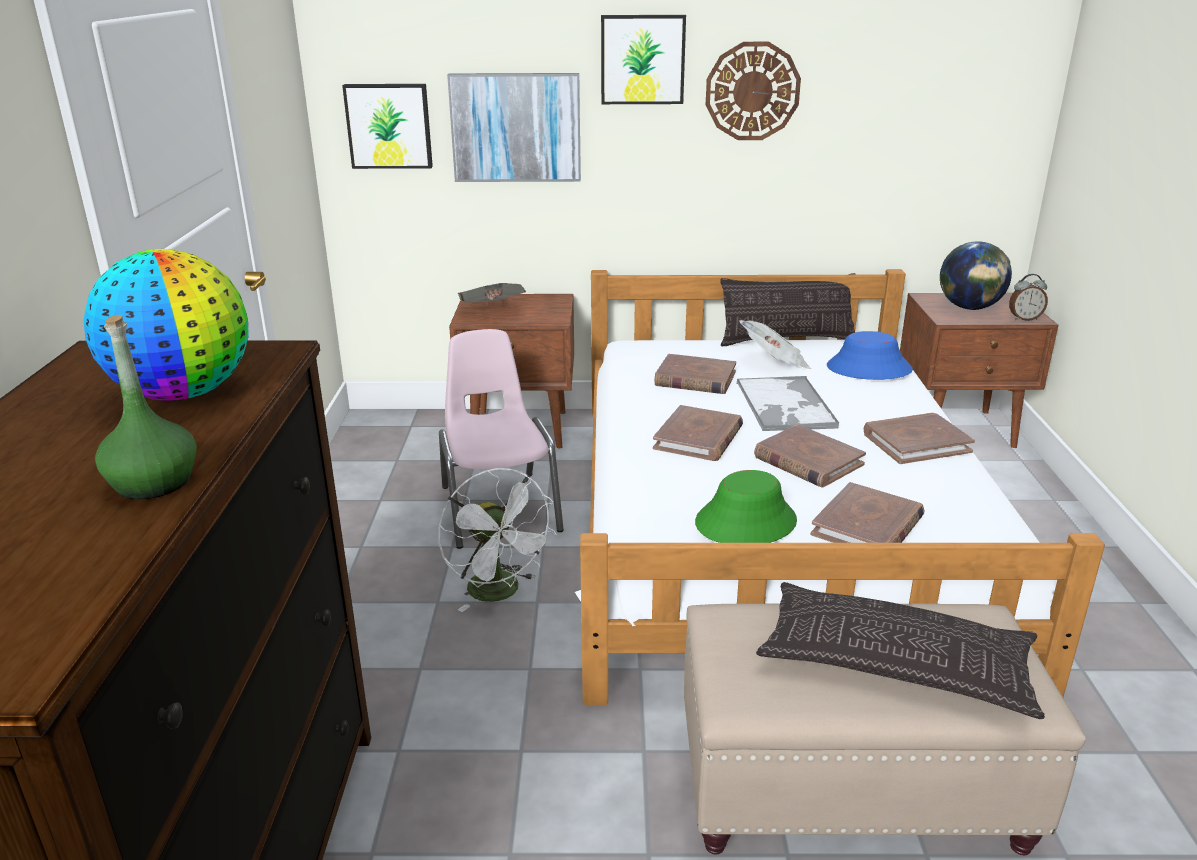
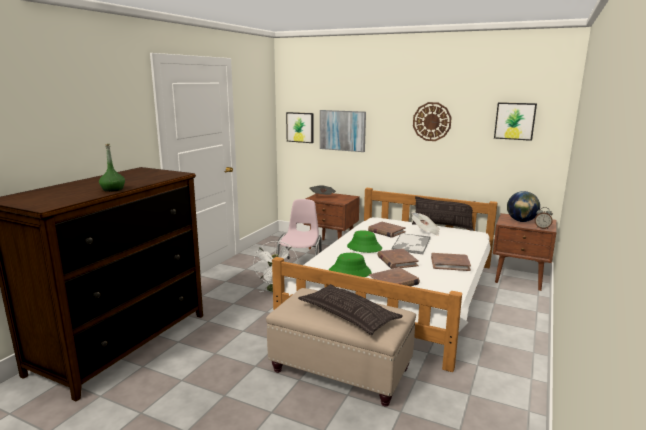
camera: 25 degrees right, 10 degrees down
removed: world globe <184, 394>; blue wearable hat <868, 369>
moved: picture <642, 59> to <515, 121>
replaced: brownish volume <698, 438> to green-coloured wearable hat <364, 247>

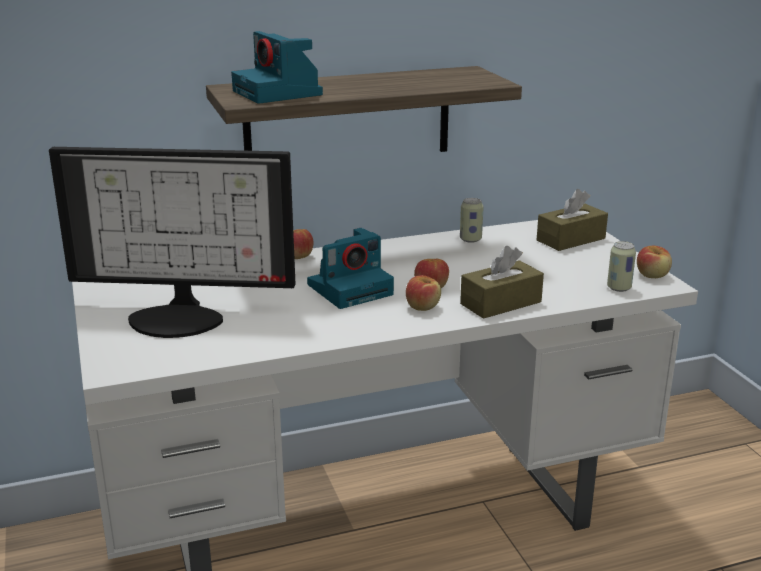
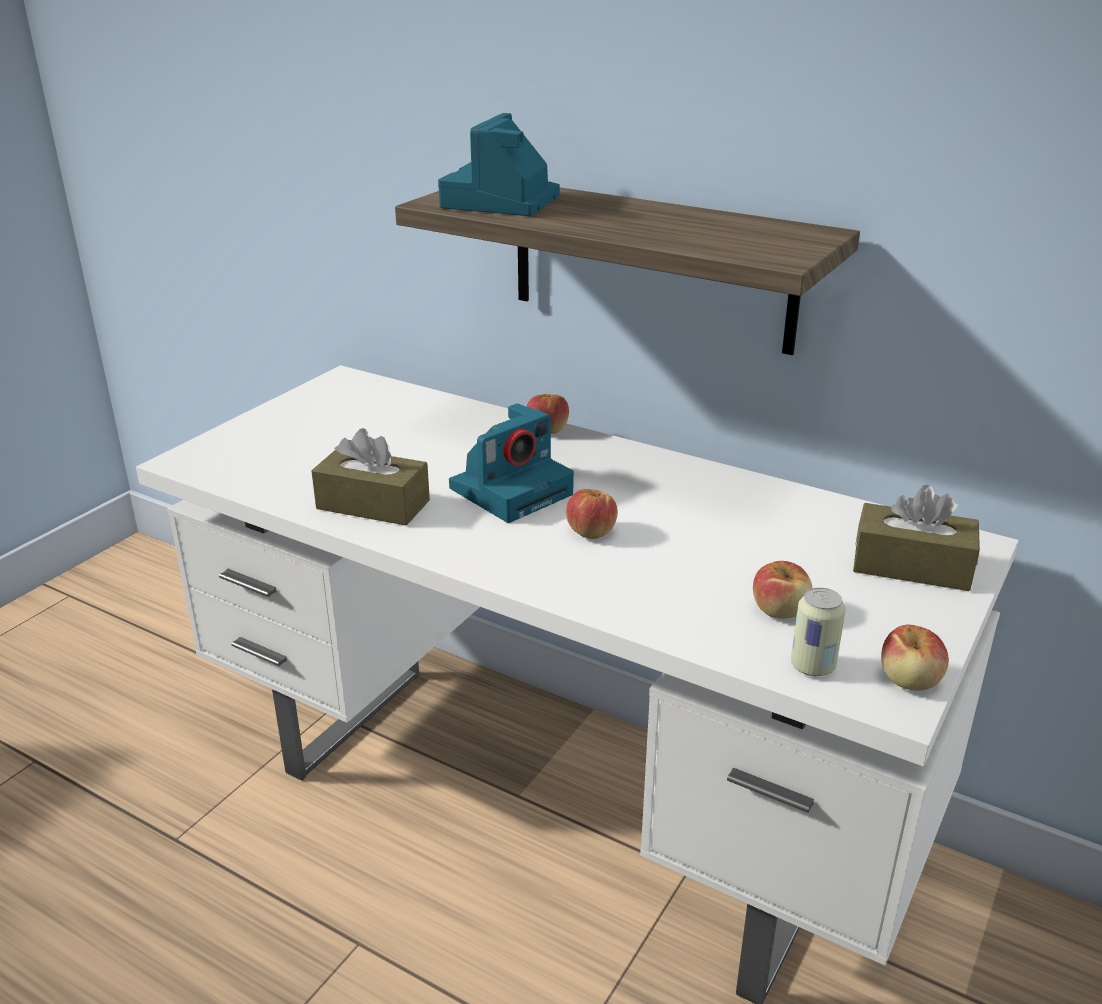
camera: 50 degrees right, 5 degrees up
removed: monitor <179, 316>; sealed can <470, 239>
moved: brownish box of tissues <501, 303> to <373, 505>; apple fruit <423, 306> to <780, 610>
turned: still camera <351, 289> = <512, 490> 60 degrees counterclockwise

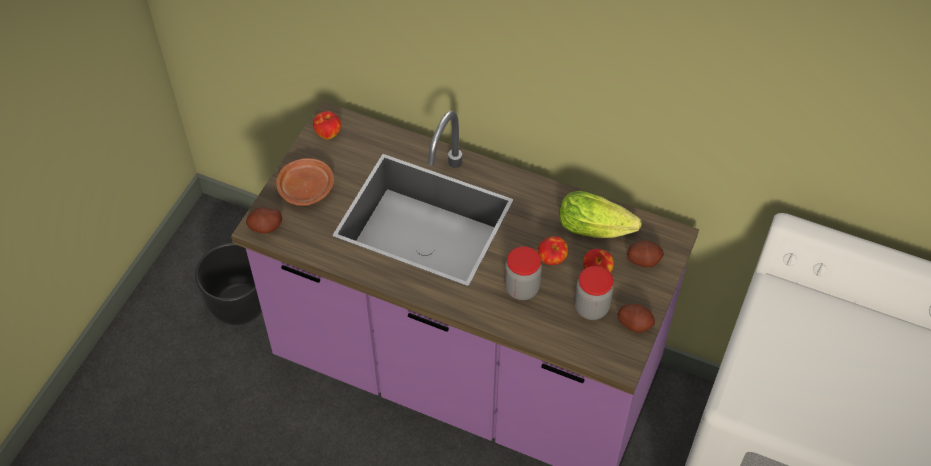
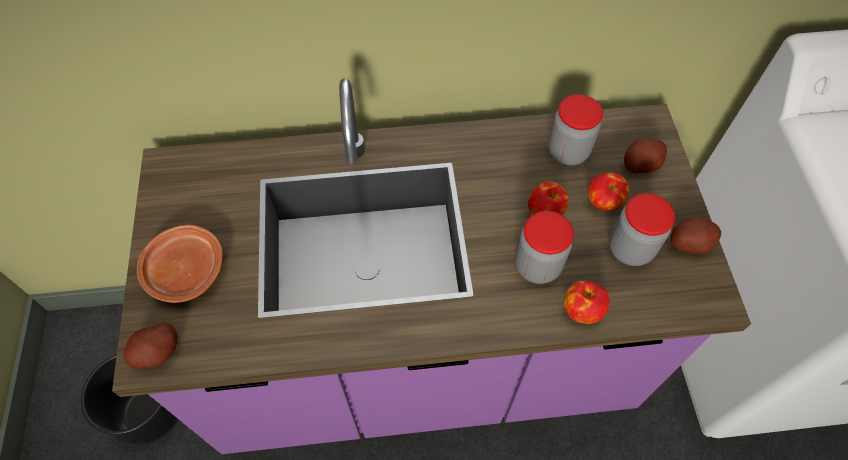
camera: 30 degrees left, 5 degrees up
moved: apple fruit <328, 133> to <581, 310>
replaced: head of lettuce <598, 228> to preserve jar <568, 151>

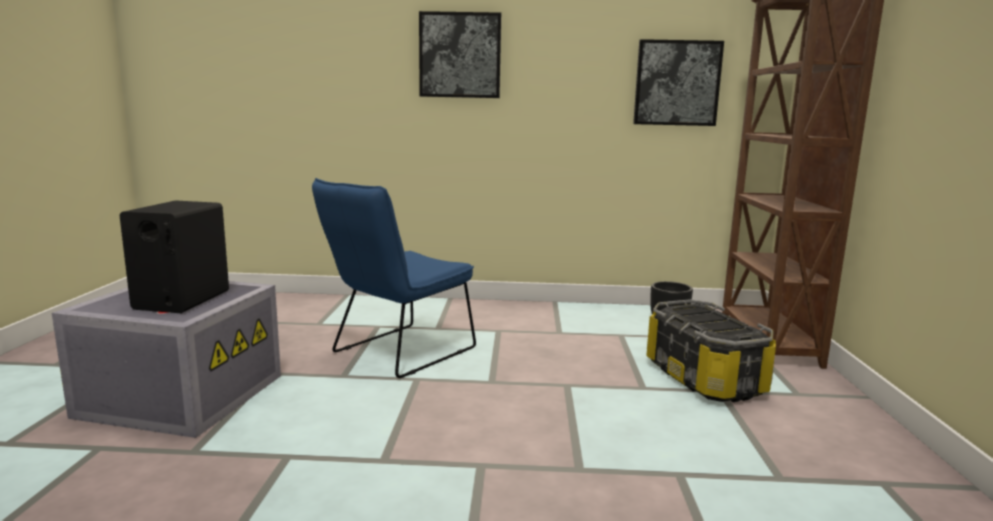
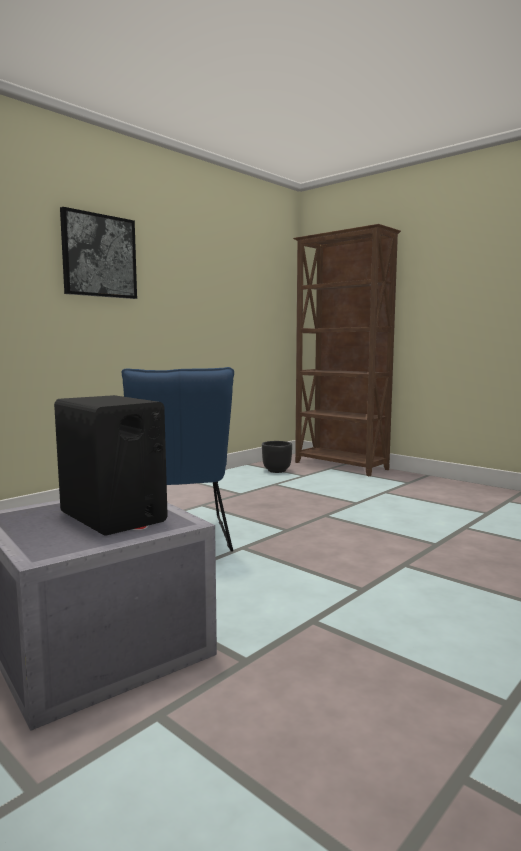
camera: 50 degrees left, 5 degrees down
removed: picture <677, 83>; storage bin <705, 378>

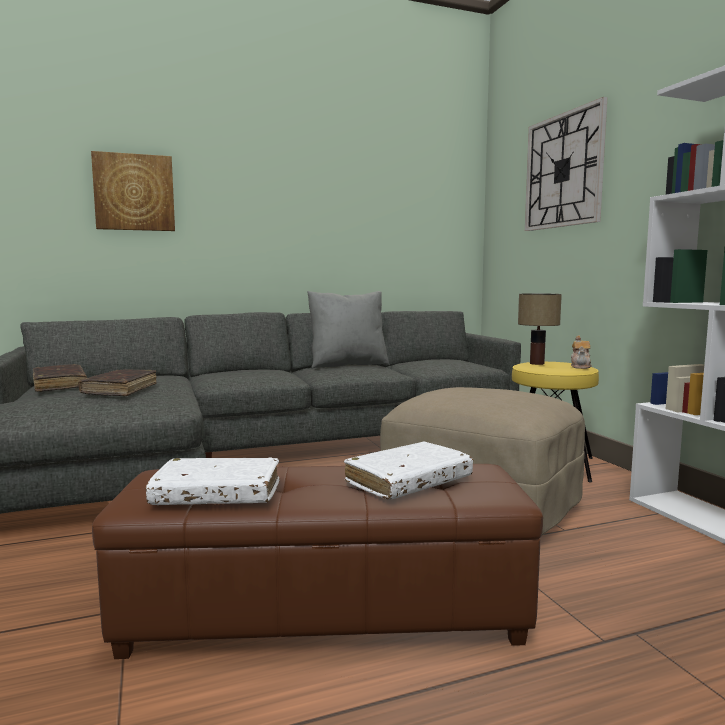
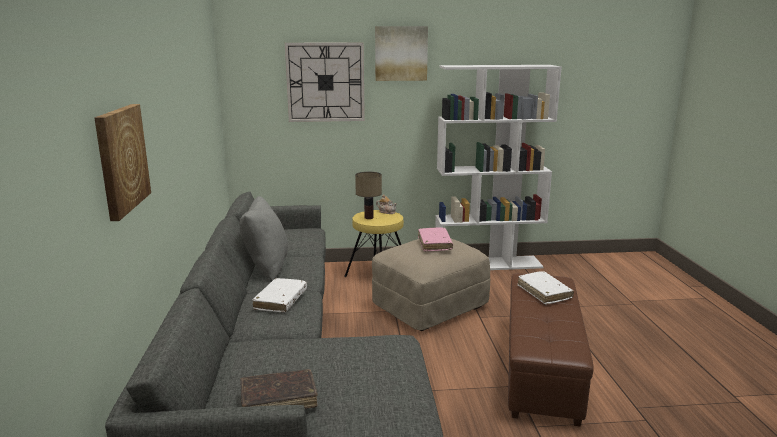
camera: 75 degrees left, 10 degrees up
removed: brownish volume <120, 390>
added: picture <401, 53>; pink volume <434, 244>
moved: whitish volume <217, 495> to <280, 301>

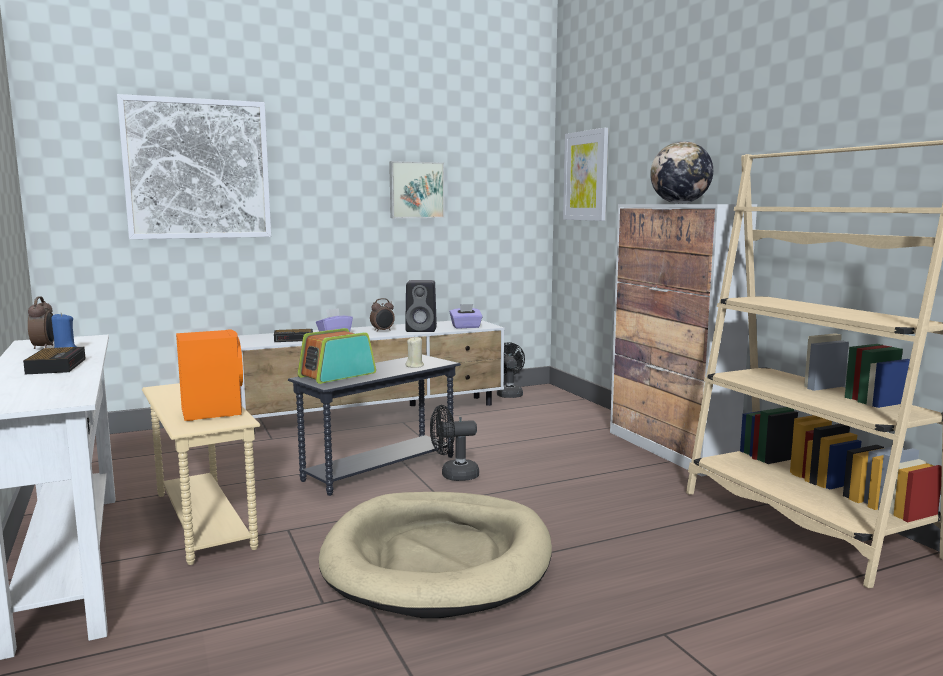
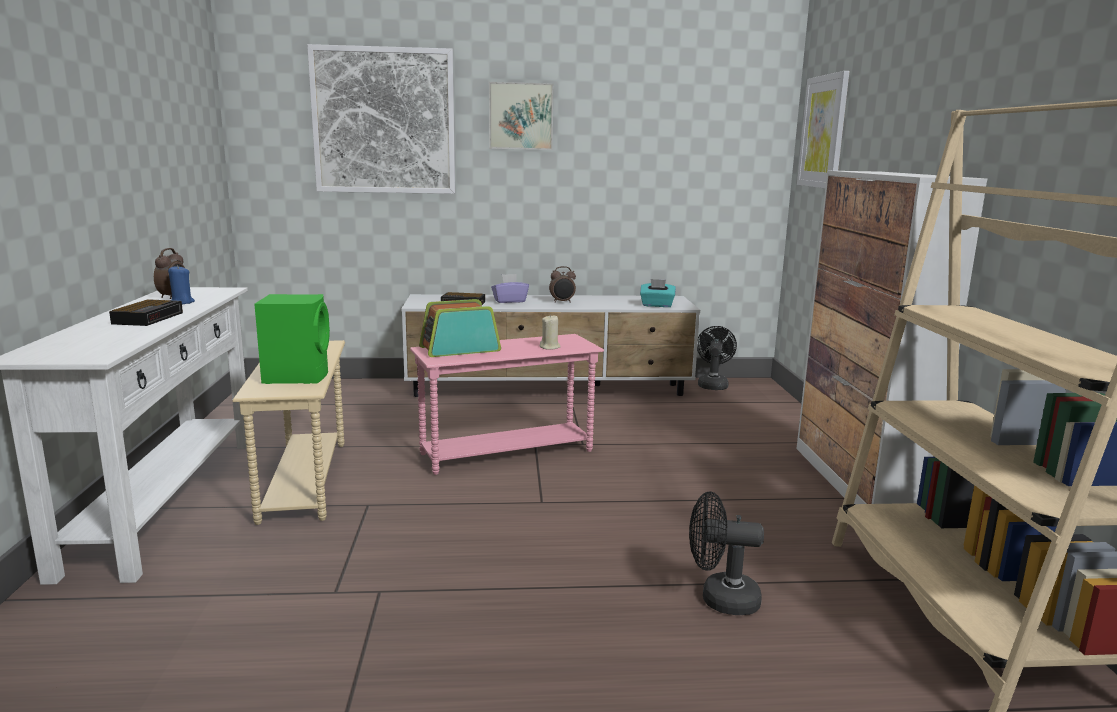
camera: 20 degrees right, 5 degrees up
removed: world globe <680, 203>; black speaker <422, 330>; beige dog bed <438, 559>
moved: picture <416, 190> to <520, 116>; black electric fan <453, 475> to <720, 599>
recoloured: purplish box of tissues <466, 327> to turquoise-coloured box of tissues <657, 305>; orangey speaker <212, 411> to green-coloured speaker <297, 376>; grey accent table <381, 469> to pink accent table <507, 453>

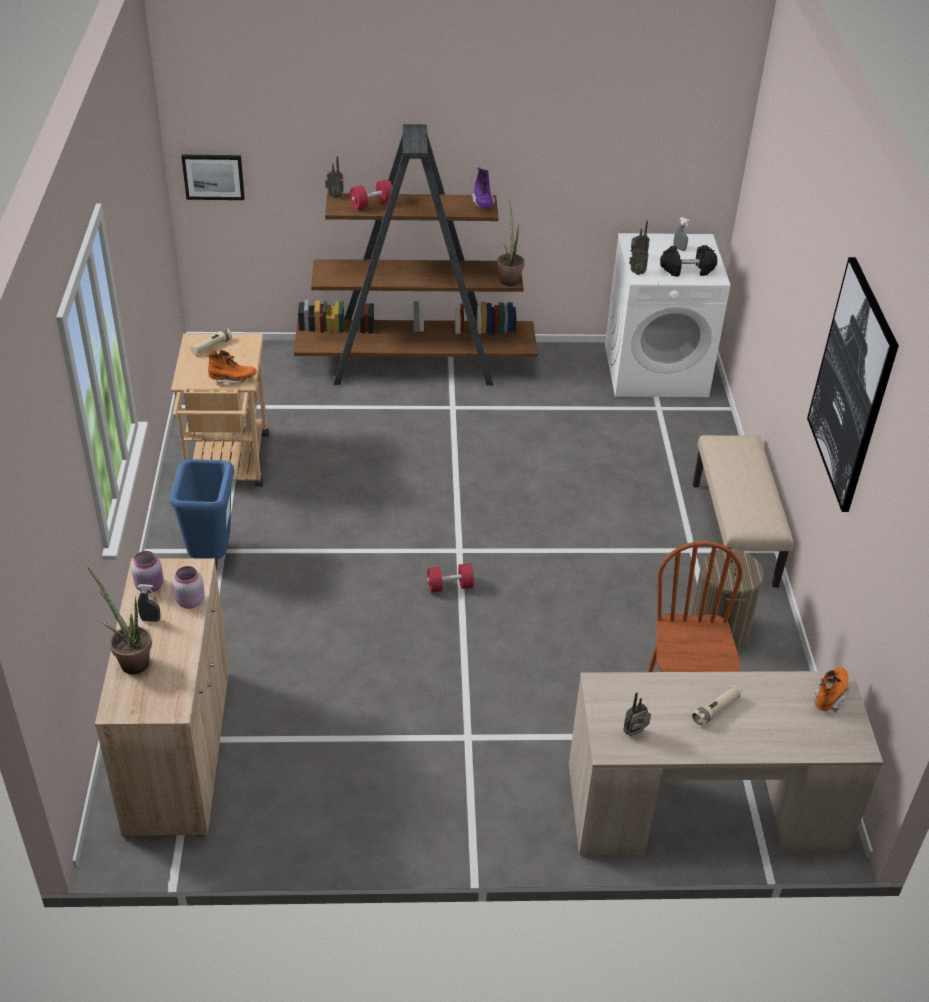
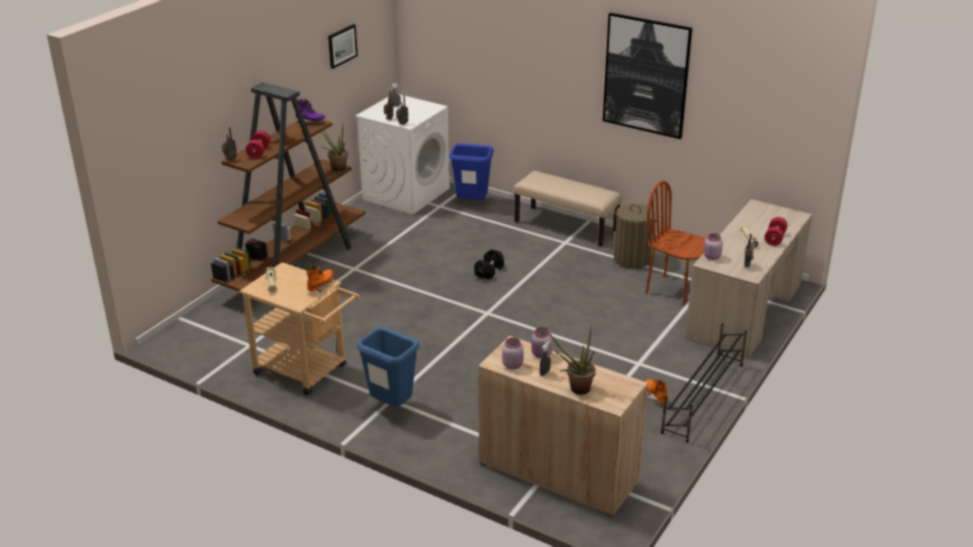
camera: 55 degrees left, 10 degrees down
added: blue trash can <472, 204>; pink preserve jar <711, 257>; black shoe stand <702, 398>
moved: picture <213, 176> to <342, 46>; black dumbbell <687, 270> to <489, 271>; reddish dumbbell <450, 586> to <774, 238>; orangey tall boot <829, 696> to <655, 396>

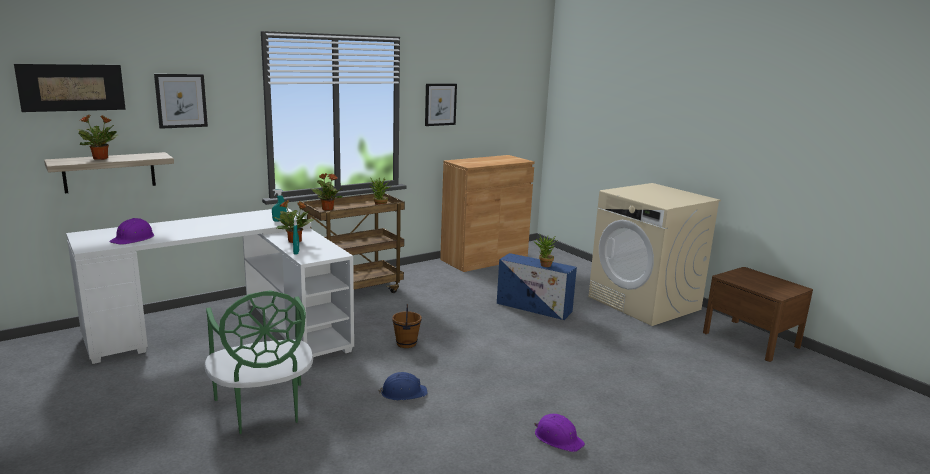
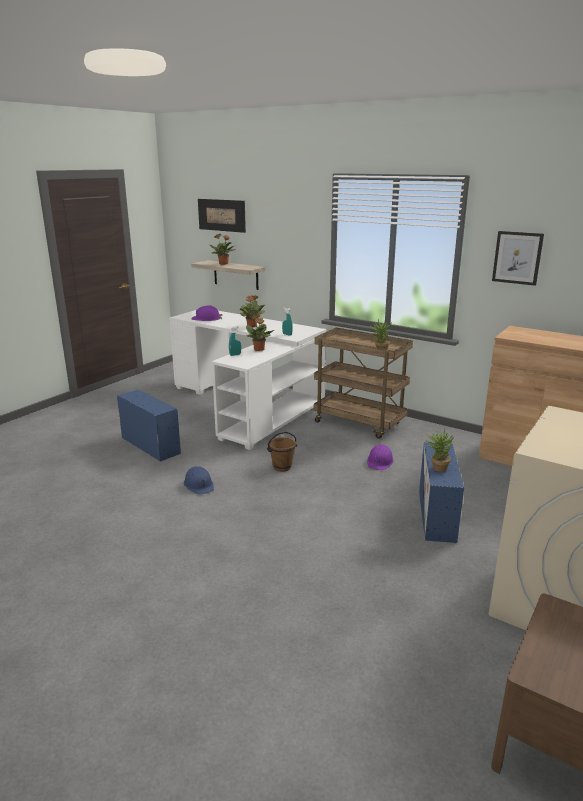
camera: 70 degrees right, 5 degrees up
removed: picture <181, 100>
moved: plant in a pot <327, 209> to <252, 326>; purplish safety helmet <558, 438> to <380, 462>
replaced: green-coloured plain chair <263, 409> to blue storage bin <149, 445>

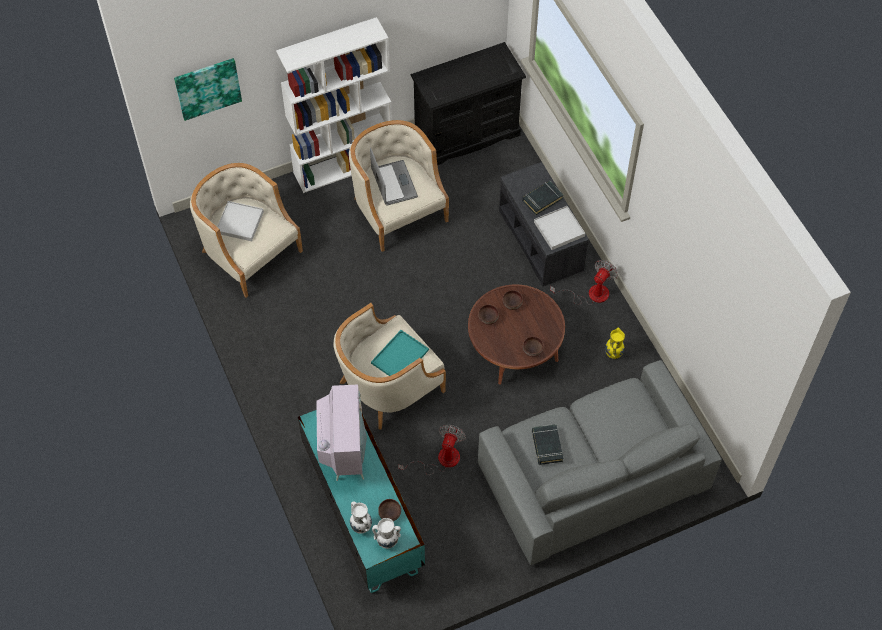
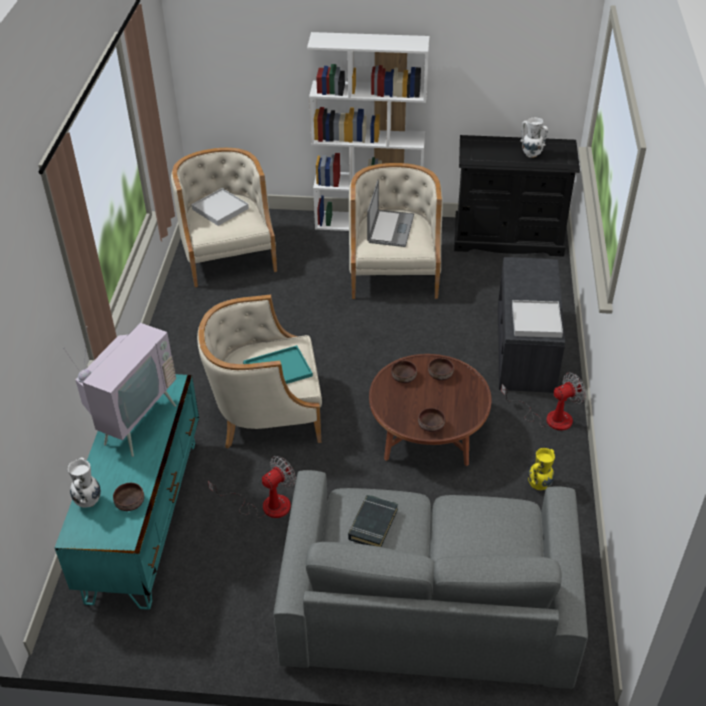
camera: 30 degrees right, 15 degrees down
removed: picture <207, 88>; black volume <542, 199>
moved: whitish flower vase <387, 541> to <531, 154>

